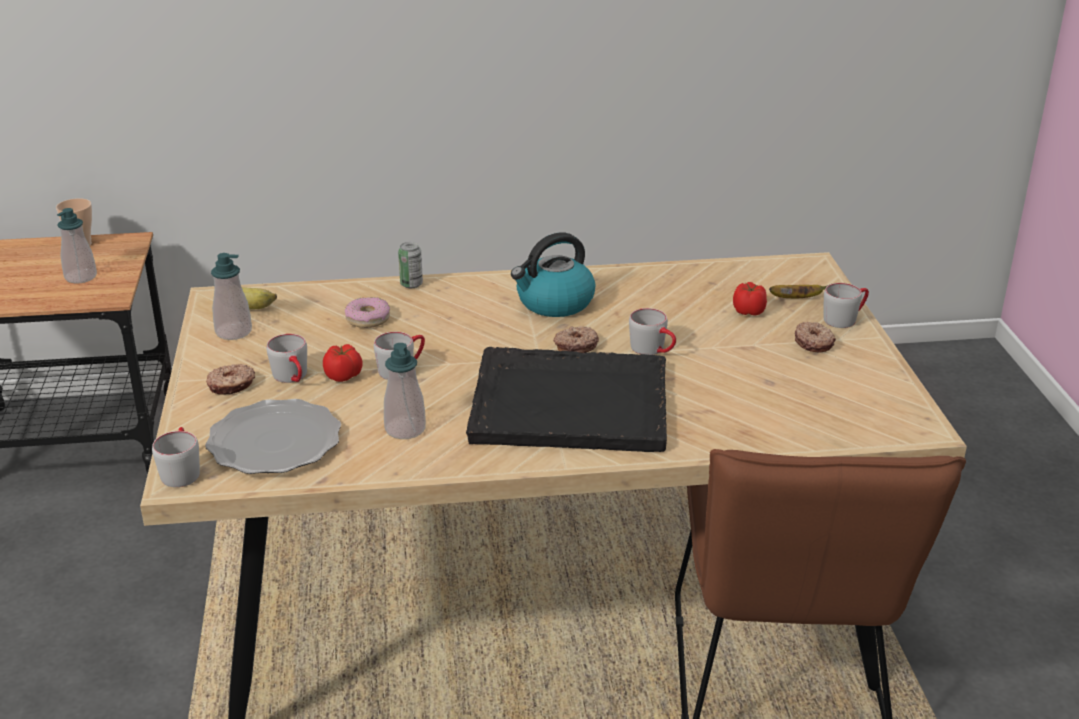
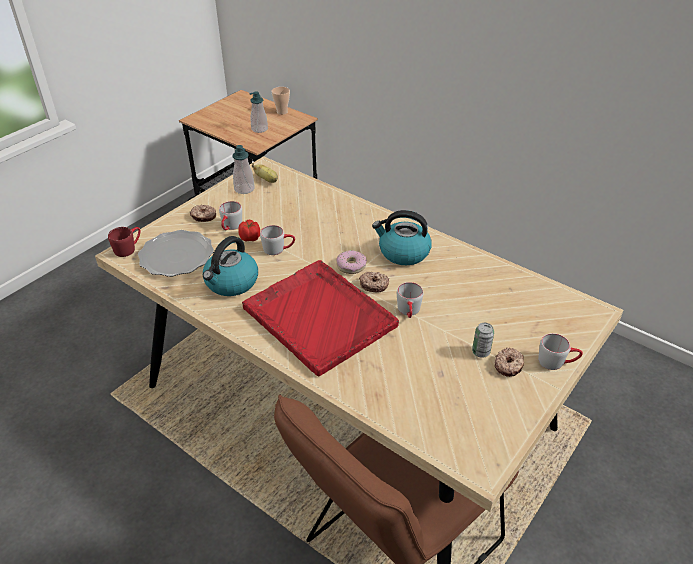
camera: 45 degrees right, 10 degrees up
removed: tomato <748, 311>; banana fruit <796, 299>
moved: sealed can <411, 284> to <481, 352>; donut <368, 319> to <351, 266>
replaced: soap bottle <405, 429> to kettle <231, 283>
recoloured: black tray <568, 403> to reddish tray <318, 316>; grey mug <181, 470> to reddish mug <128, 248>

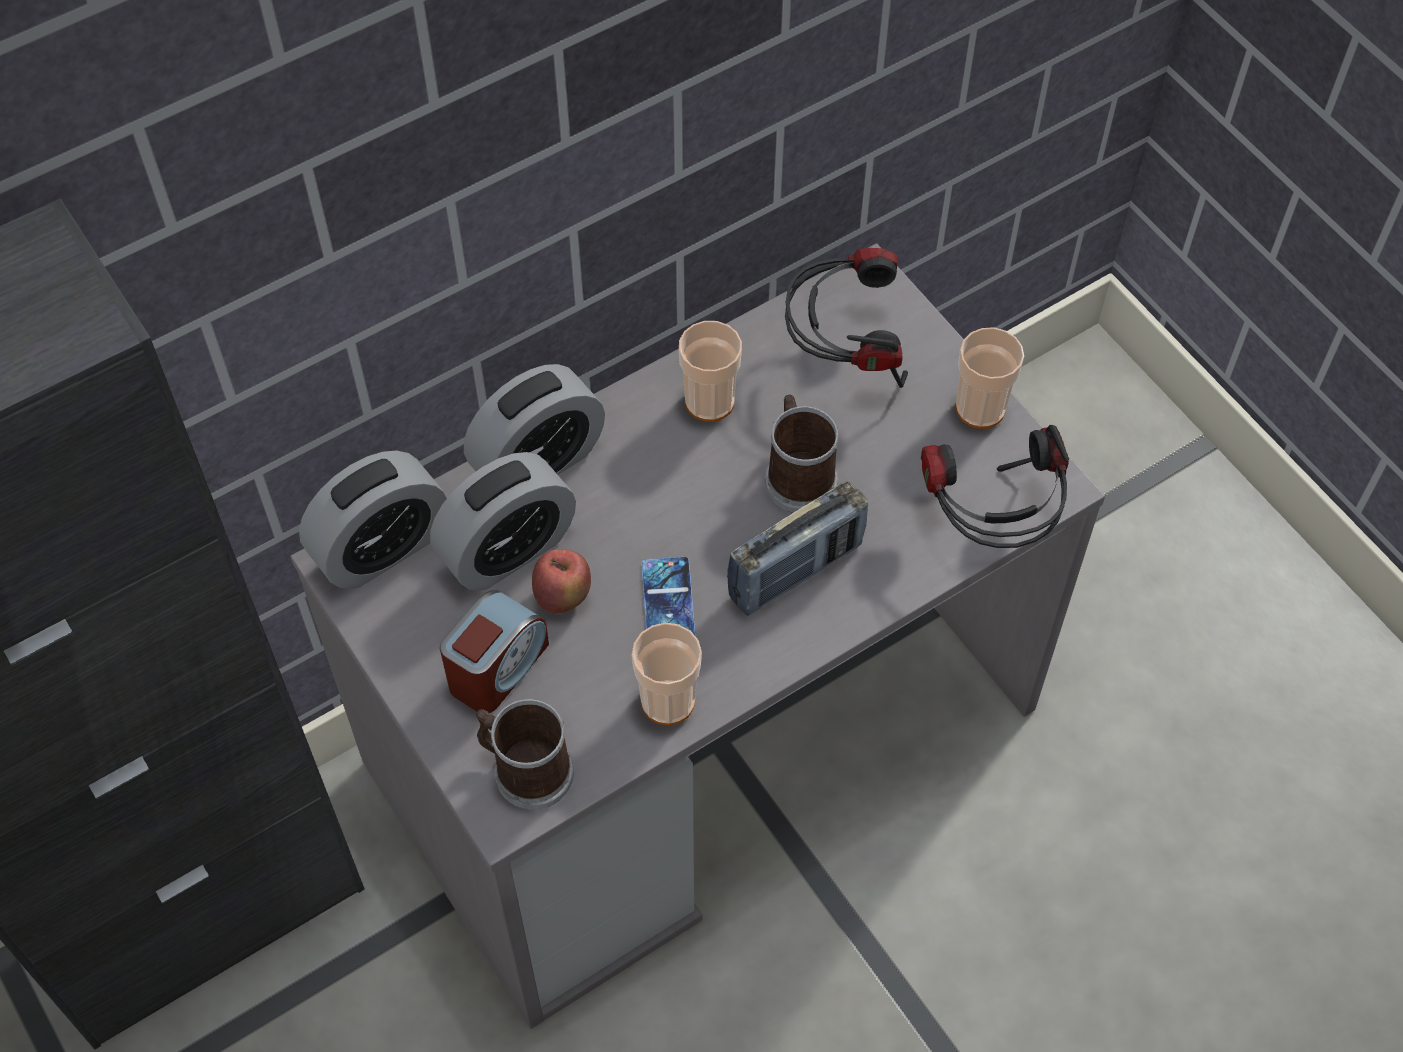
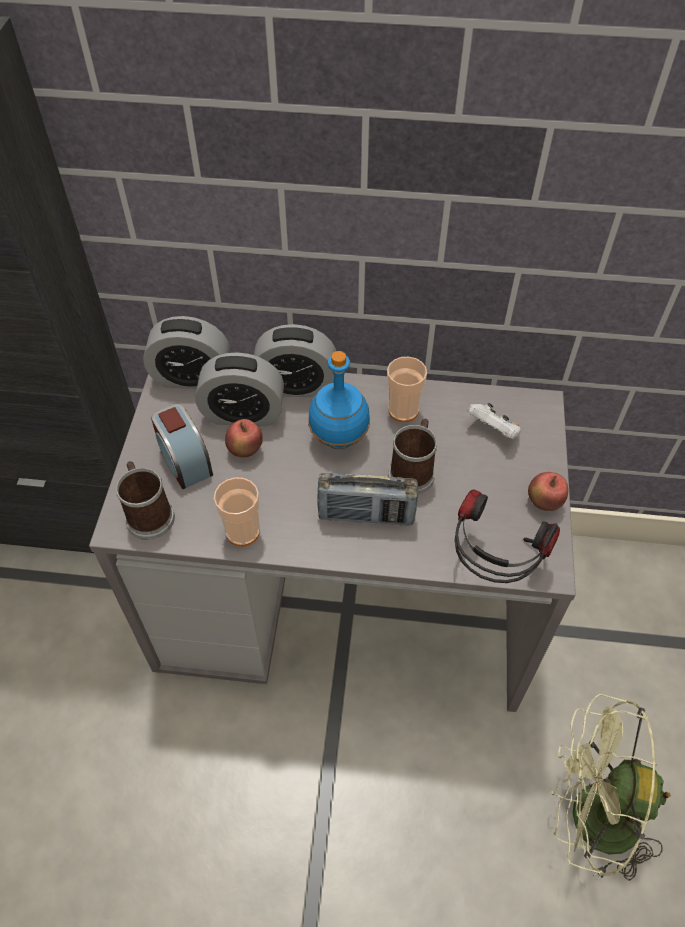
camera: 40 degrees right, 5 degrees down
removed: phone <668, 602>
added: blue bottle <338, 439>; green-coloured electric fan <588, 817>
replaced: pair of headphones <844, 354> to whitish gamepad <494, 431>; small cup <980, 408> to apple fruit <543, 503>
turned: bedside clock <497, 668> = <185, 461> 75 degrees clockwise

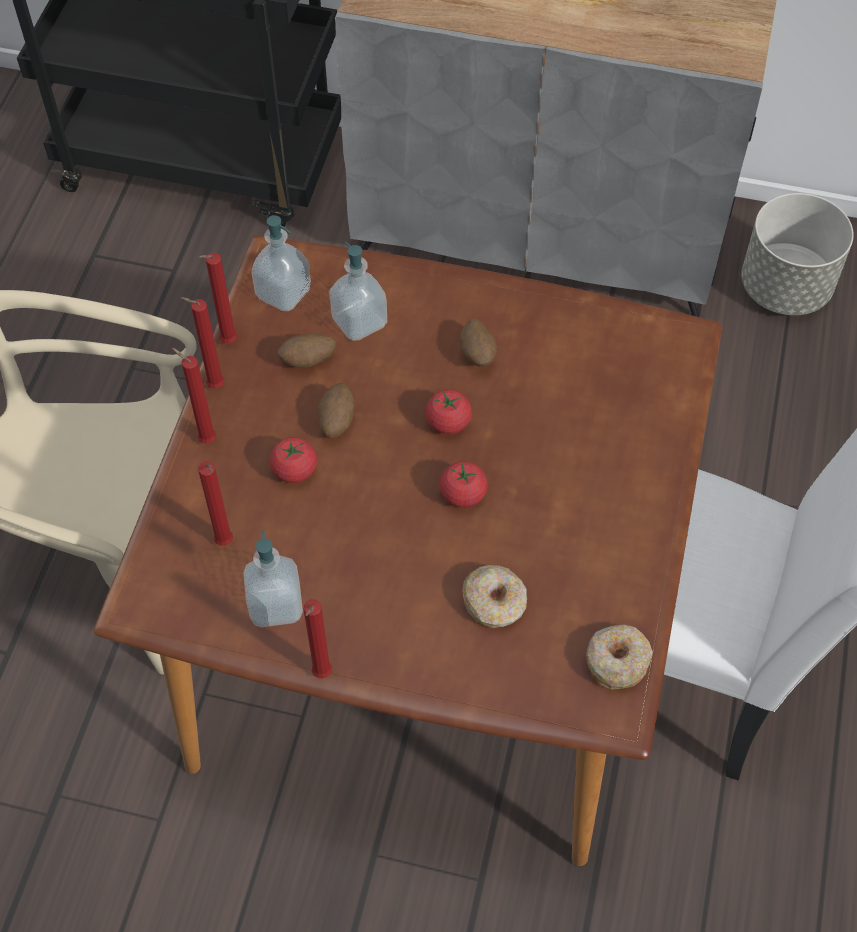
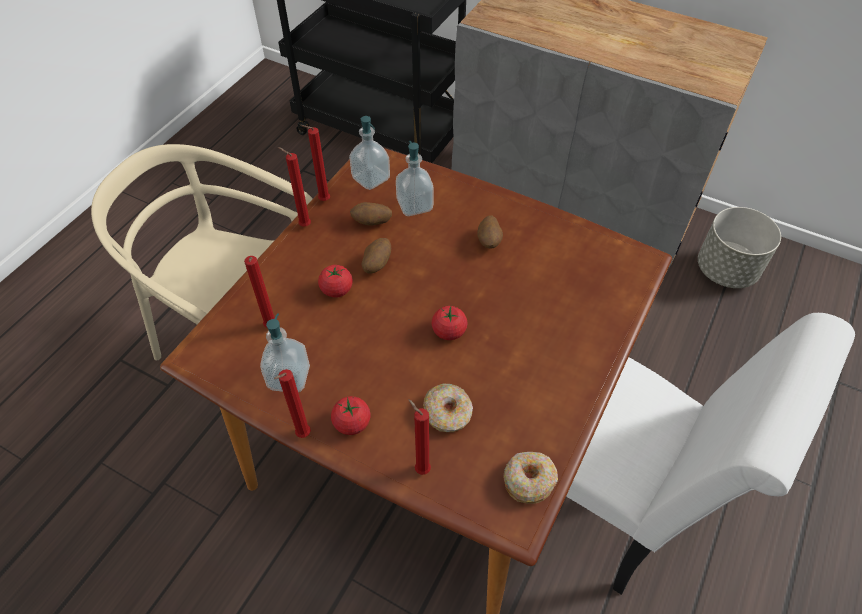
camera: 15 degrees right, 5 degrees down
moved: reddish wax light <205, 439> to <420, 468>; tomato <448, 422> to <352, 423>

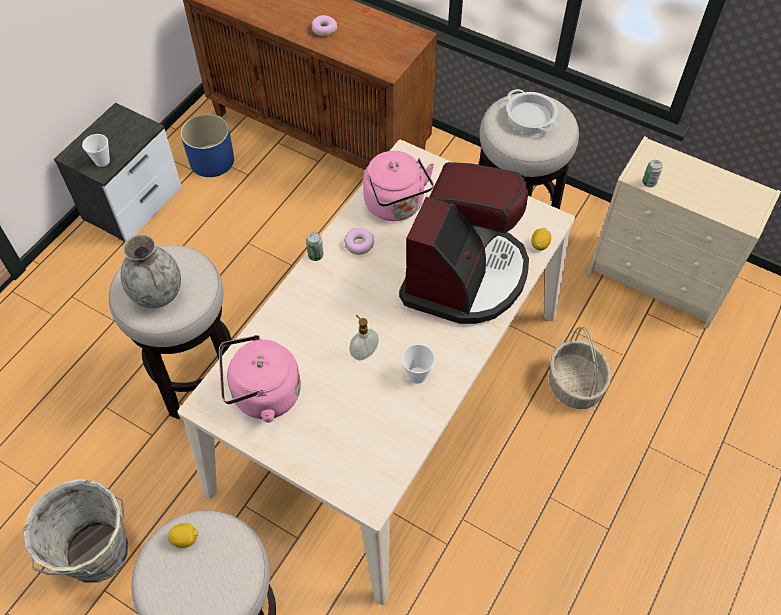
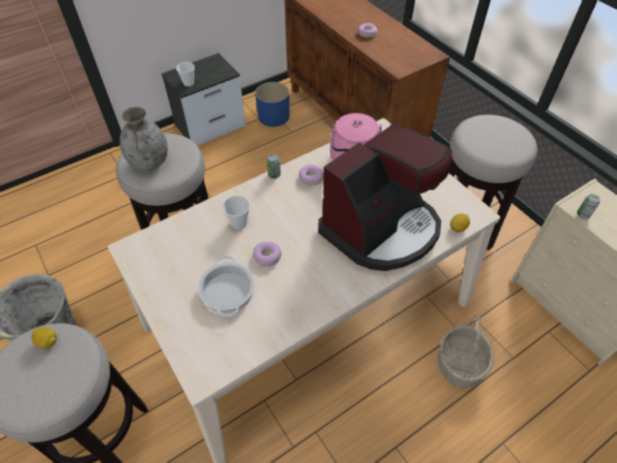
camera: 25 degrees right, 5 degrees down
removed: pink kettle <262, 395>
moved: cooking pot <531, 117> to <228, 291>; small cup <417, 375> to <239, 223>
replaced: soap bottle <364, 352> to donut <267, 257>

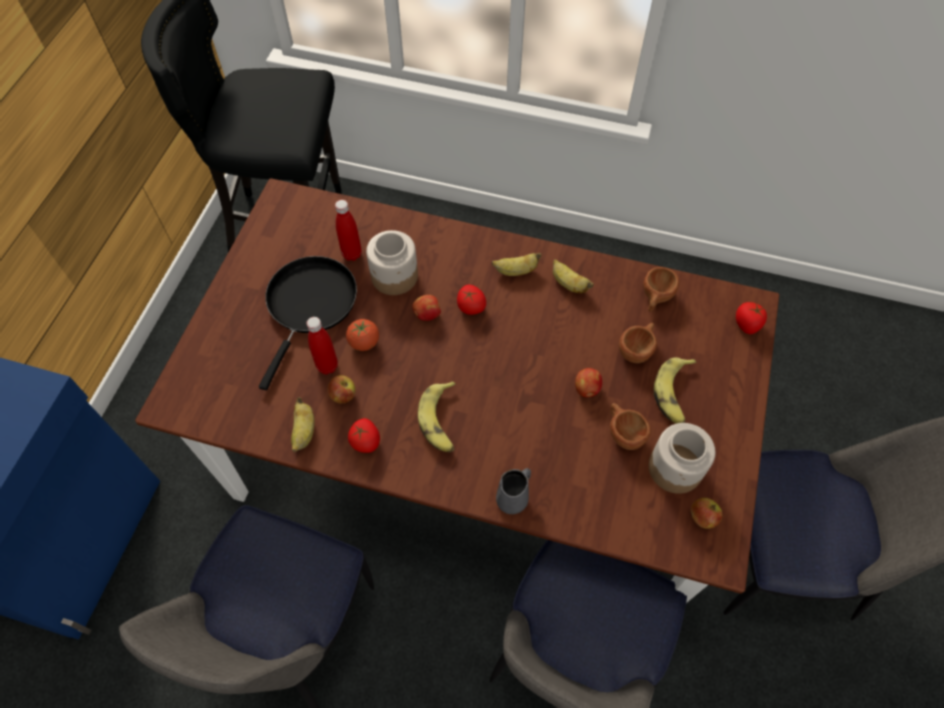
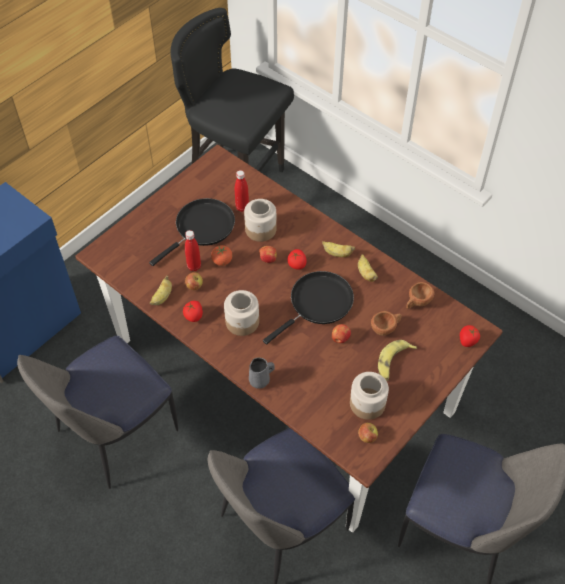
camera: 25 degrees right, 5 degrees down
removed: brownish small cup <623, 432>
added: black frying pan <318, 304>
replaced: banana fruit <440, 421> to preserve jar <242, 322>

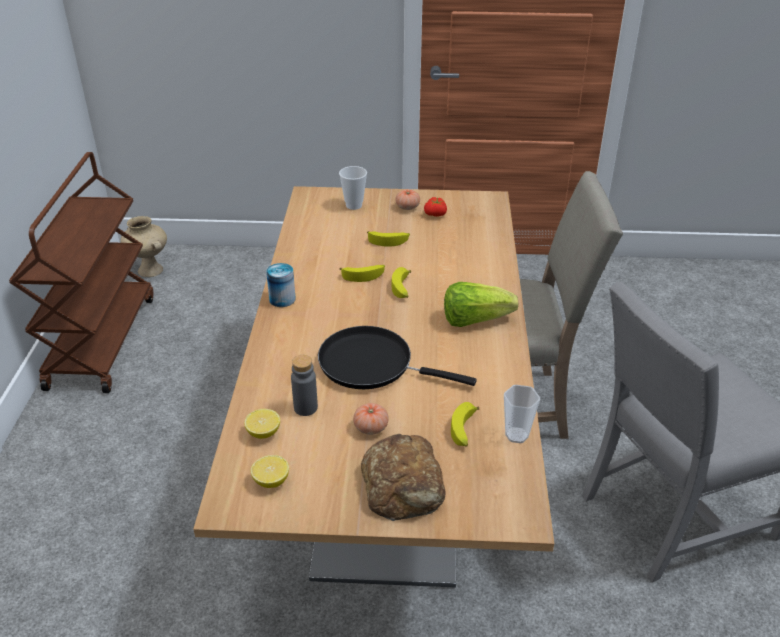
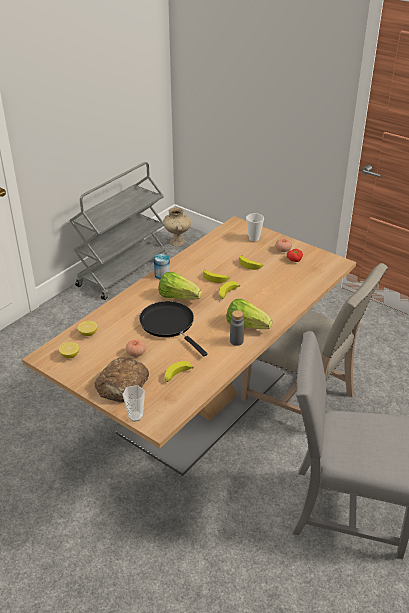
camera: 35 degrees right, 0 degrees up
added: head of lettuce <178, 297>
moved: grey bottle <305, 408> to <236, 341>; small cup <516, 435> to <135, 416>
recoloured: brownish cart <101, 340> to grey cart <122, 271>

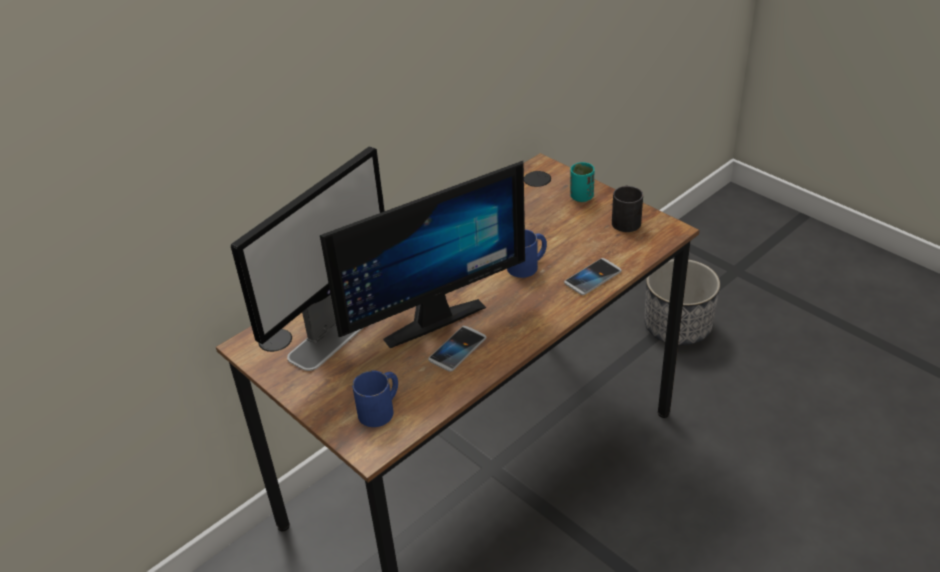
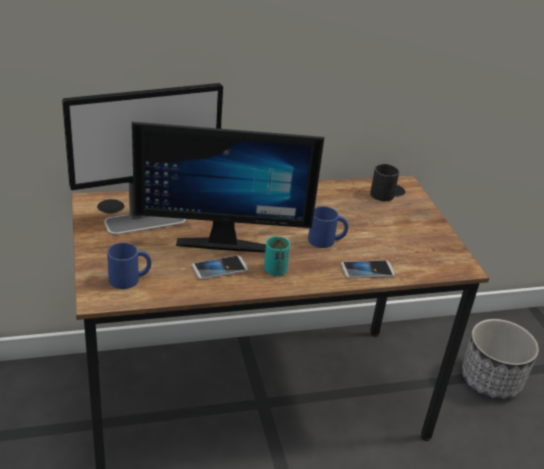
camera: 25 degrees right, 5 degrees down
moved: turquoise-coloured small cup <581, 197> to <275, 270>; black mug <625, 219> to <384, 192>

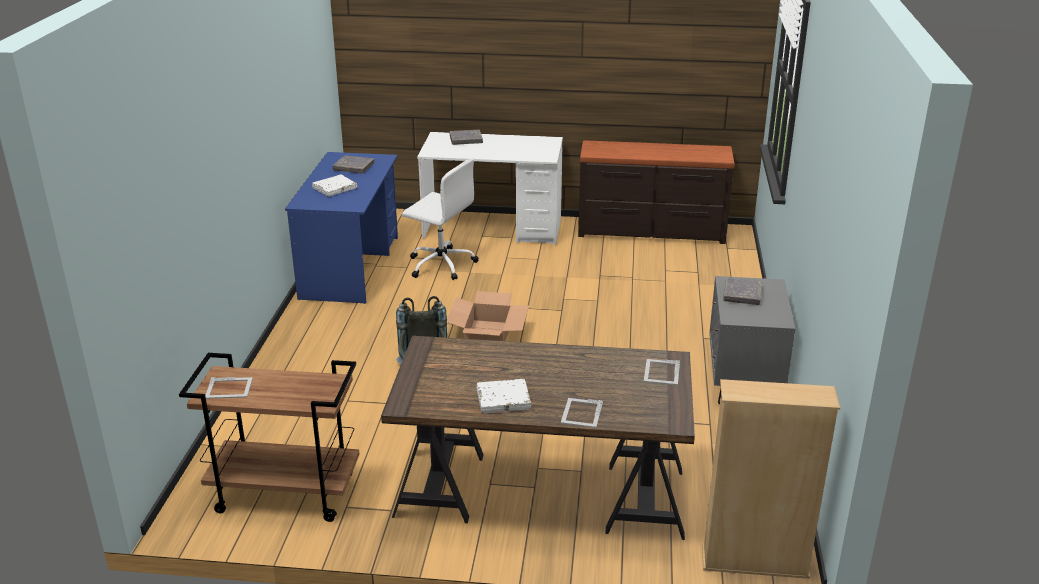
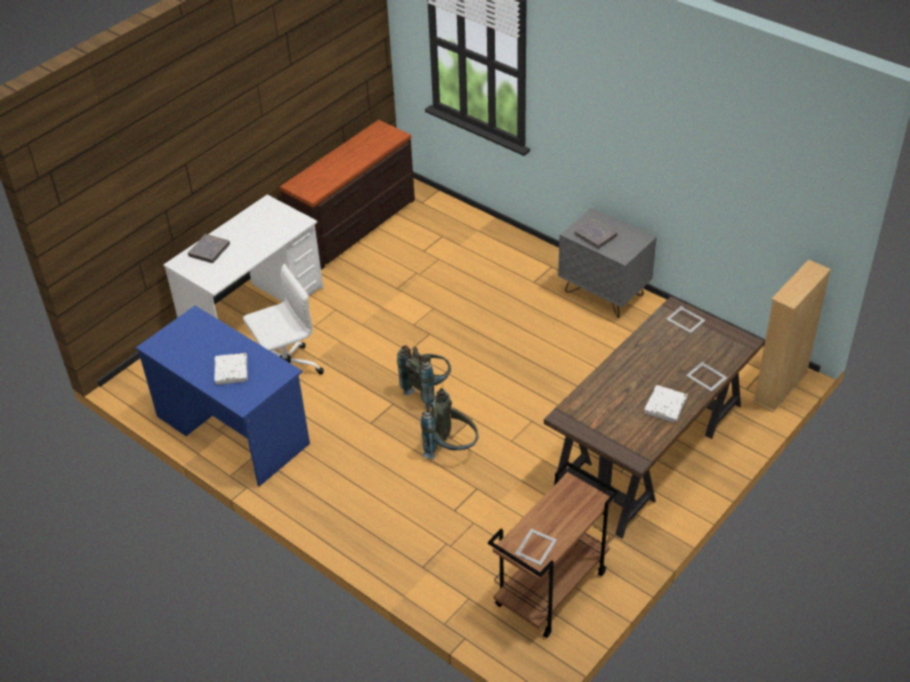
camera: 55 degrees left, 15 degrees up
removed: grey volume <354, 167>
replaced: cardboard box <488, 334> to grey rucksack <428, 390>

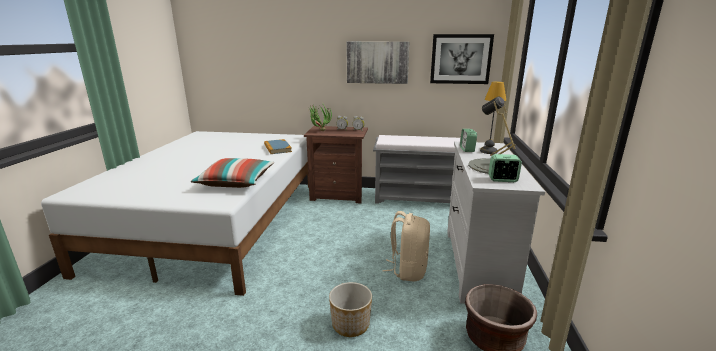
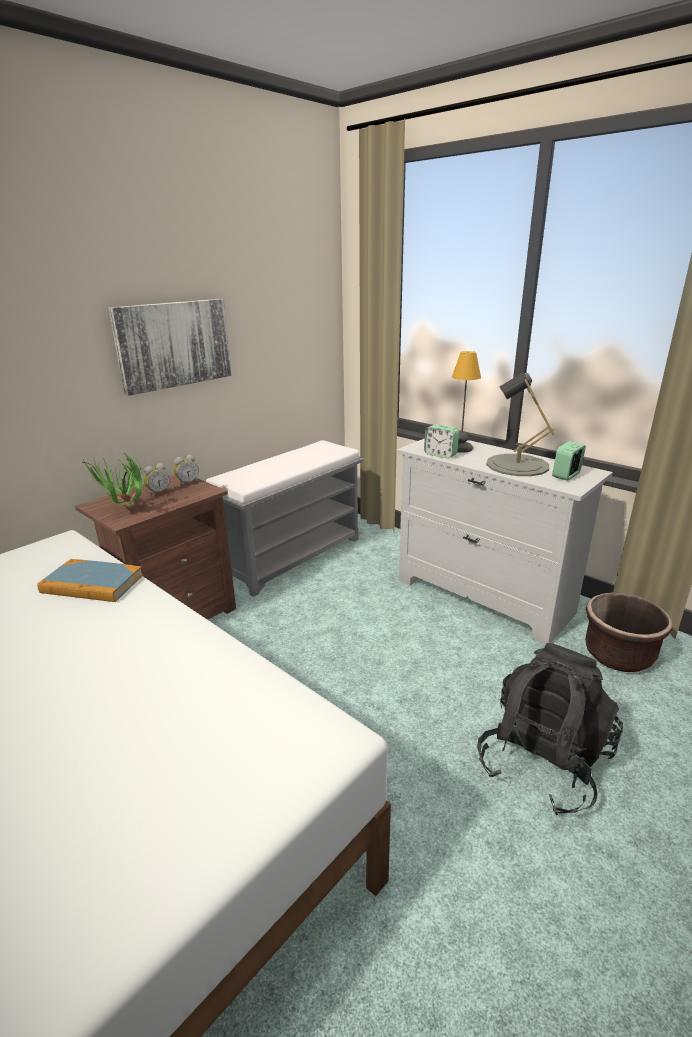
camera: 55 degrees left, 5 degrees up
removed: picture <460, 59>; throw pillow <236, 182>; beige rucksack <408, 270>
replaced: planter <350, 324> to black rucksack <543, 761>

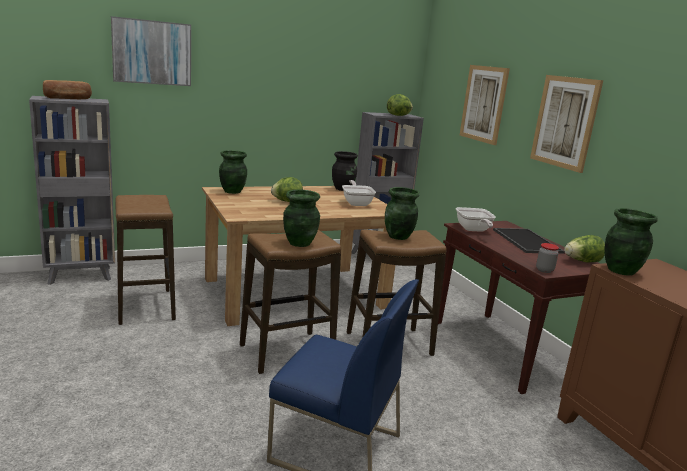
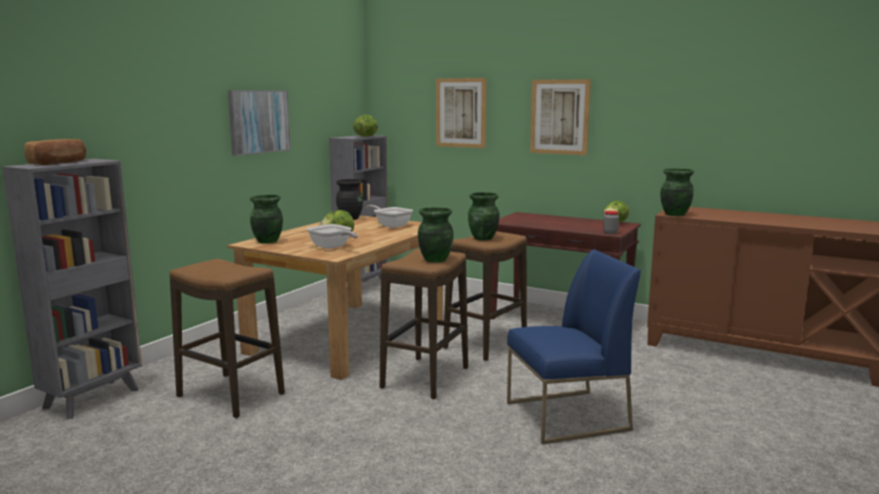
camera: 35 degrees left, 5 degrees down
removed: tray <525, 241>
moved: picture <152, 52> to <259, 121>; frying pan <473, 230> to <332, 247>

